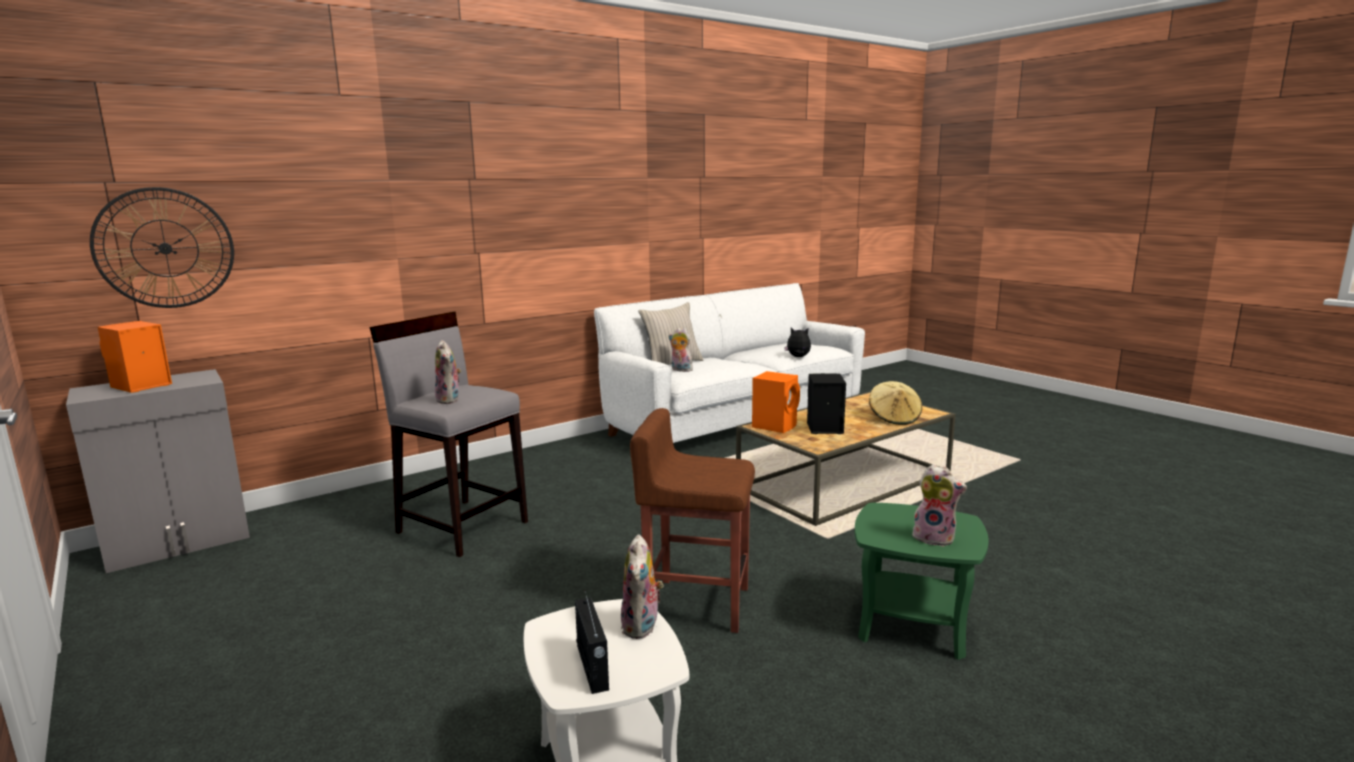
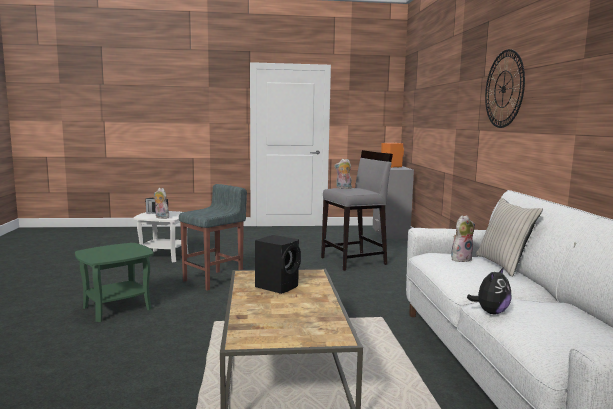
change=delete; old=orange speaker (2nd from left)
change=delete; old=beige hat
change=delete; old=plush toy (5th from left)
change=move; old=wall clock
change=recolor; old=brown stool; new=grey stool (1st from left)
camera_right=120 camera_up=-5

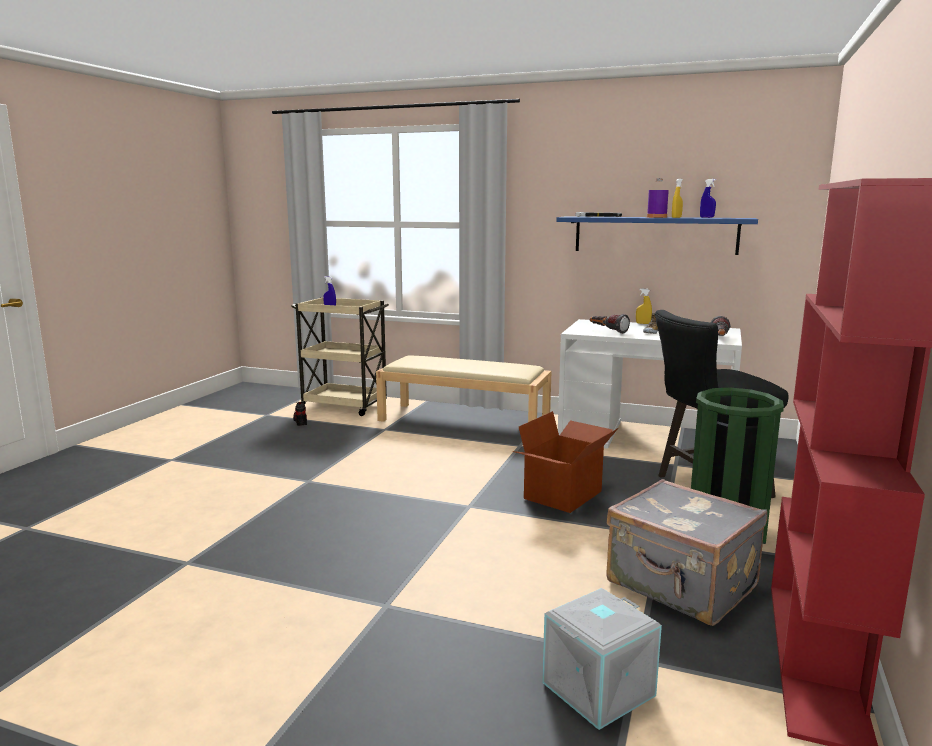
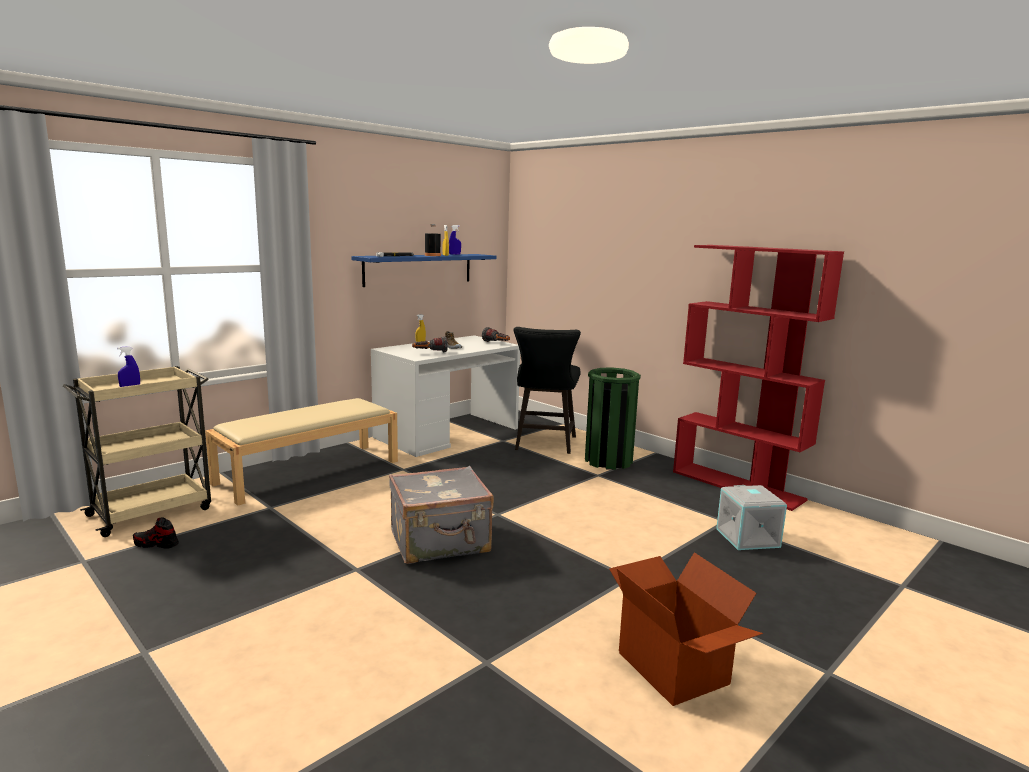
change=move; old=cardboard box
change=move; old=grey suitcase
change=recolor; old=purple bottle; new=black bottle
camera_right=-65 camera_up=0

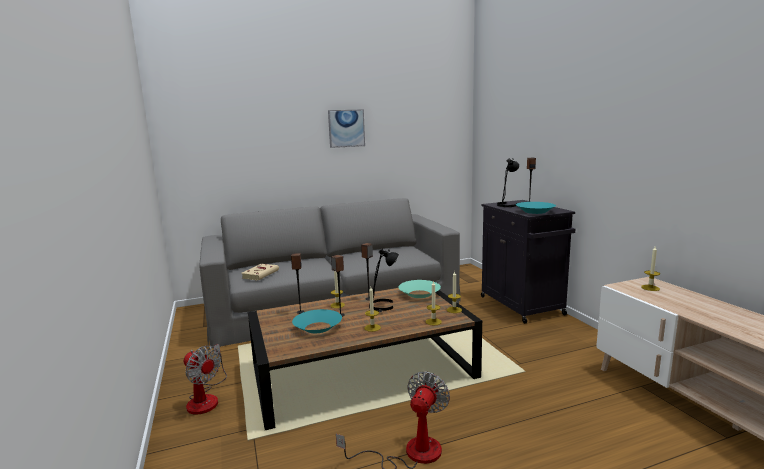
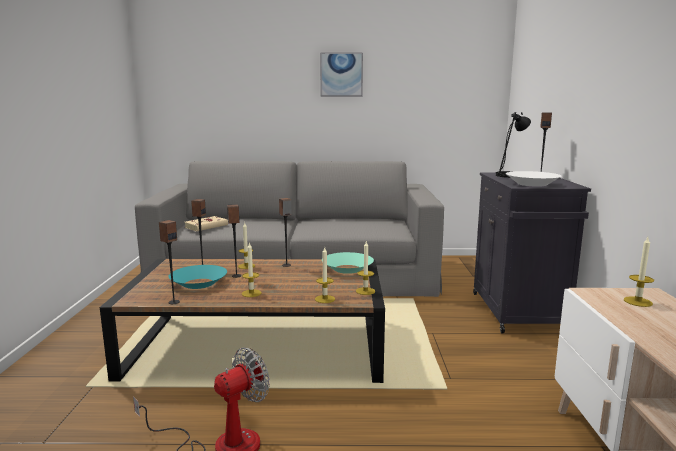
change=delete; old=fan (1st from left)
change=delete; old=black table lamp (1st from left)
change=insert; new=speaker (1st from left)
change=recolor; old=turquoise bowl (3rd from left); new=white bowl
camera_right=20 camera_up=0

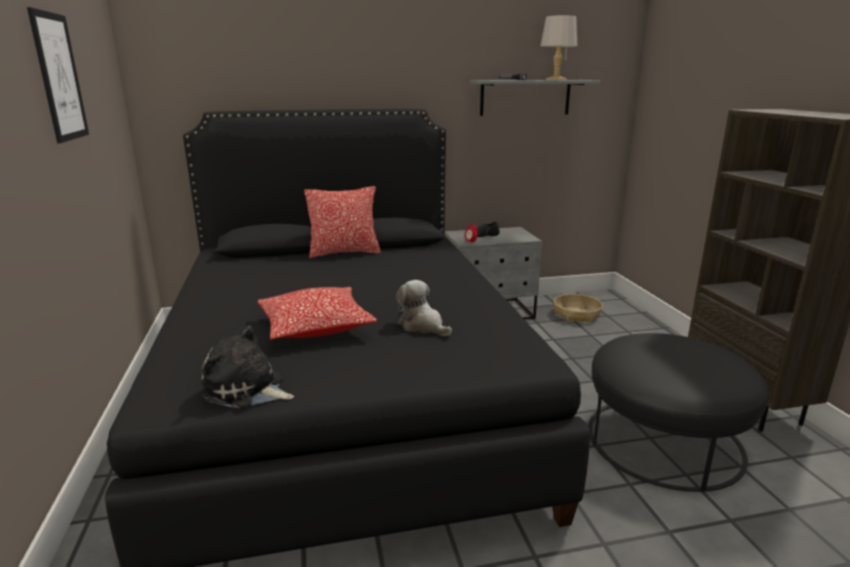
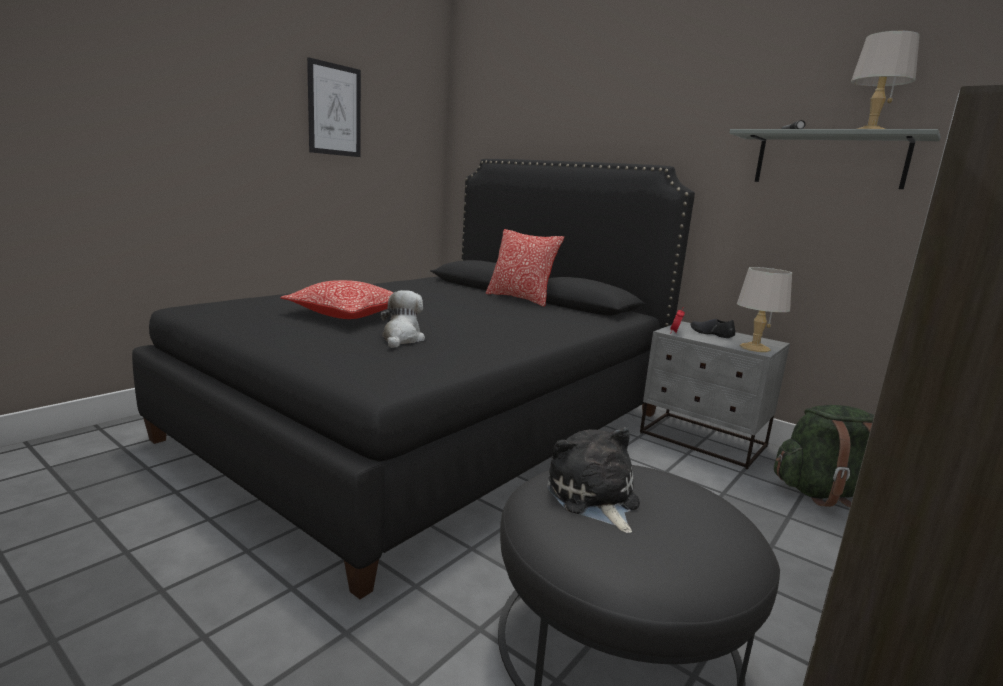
change=insert; new=grey table lamp (1st from left)
change=move; old=plush toy (1st from left in the first image); new=plush toy (2nd from left)
change=replace; old=basket; new=green backpack
camera_right=50 camera_up=-5

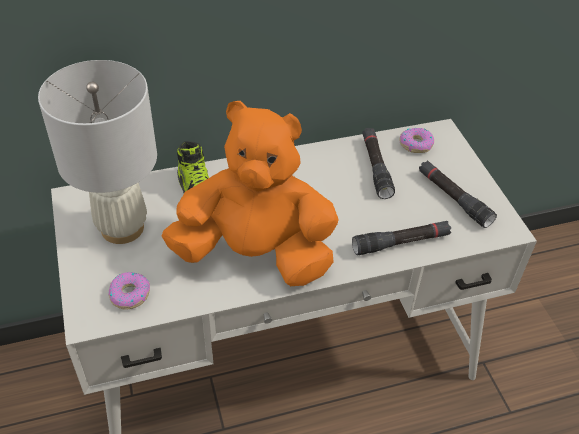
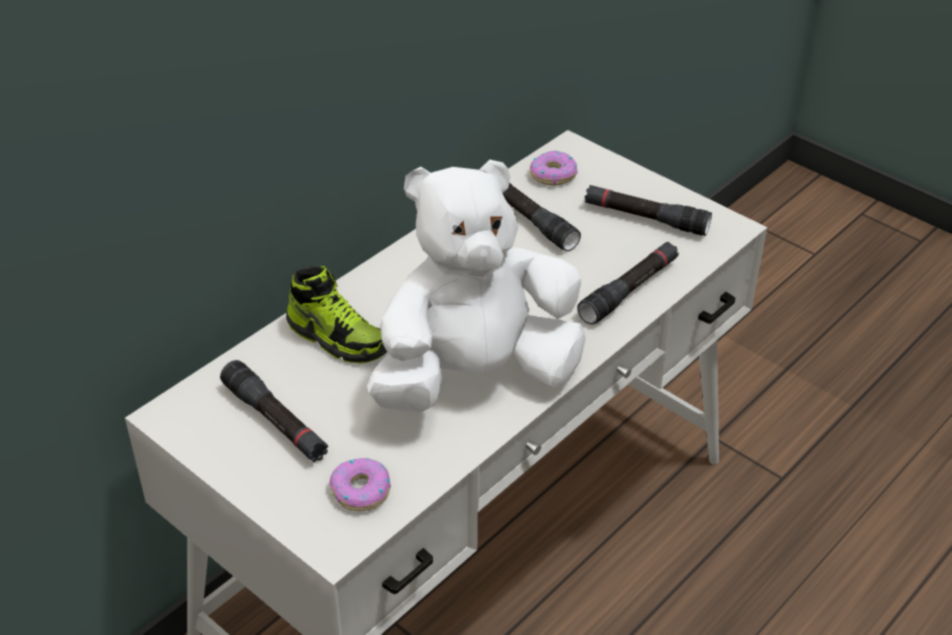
change=replace; old=white table lamp; new=black flashlight (1st from left)
change=recolor; old=orange plush toy; new=white plush toy
camera_right=-30 camera_up=-5

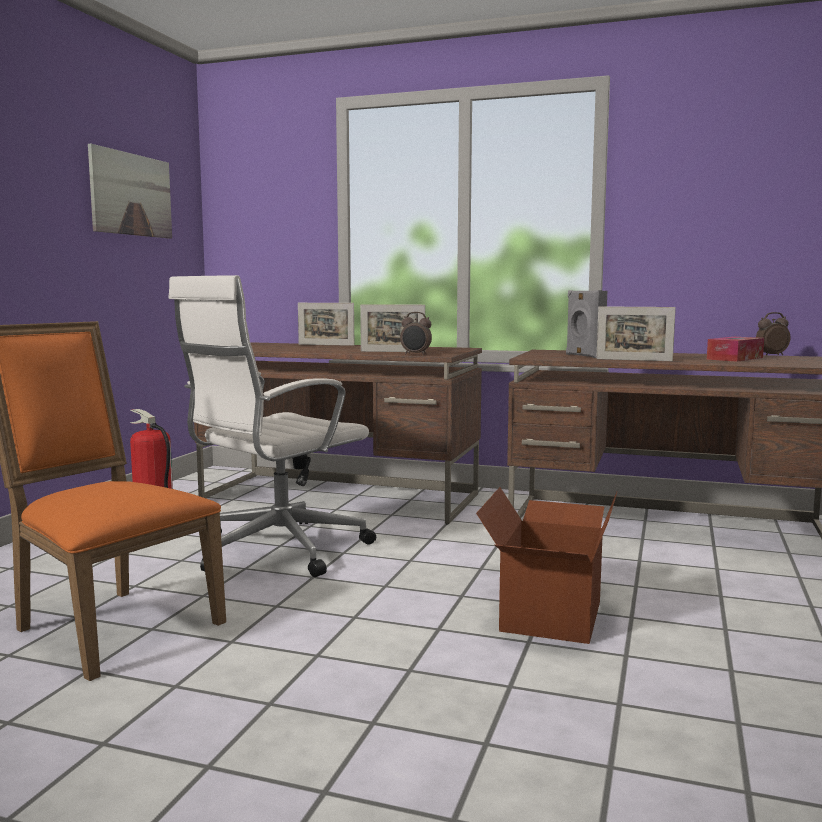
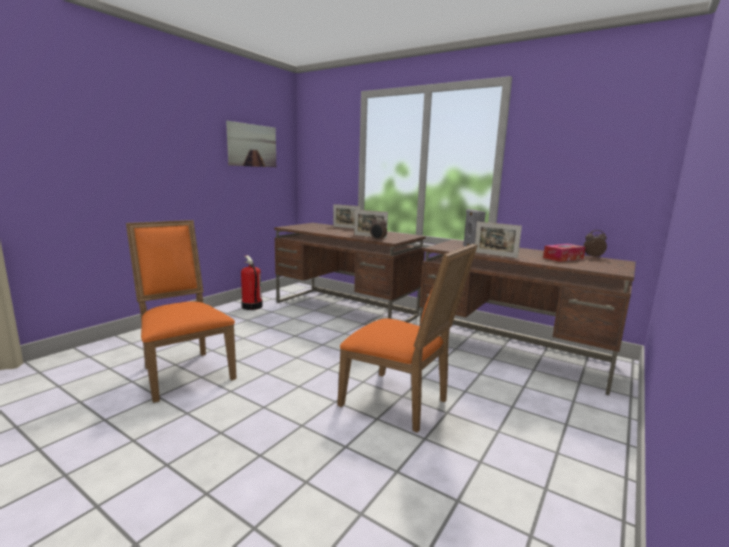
change=delete; old=white office chair
change=replace; old=cardboard box; new=orange chair (2nd from left)
camera_right=15 camera_up=5

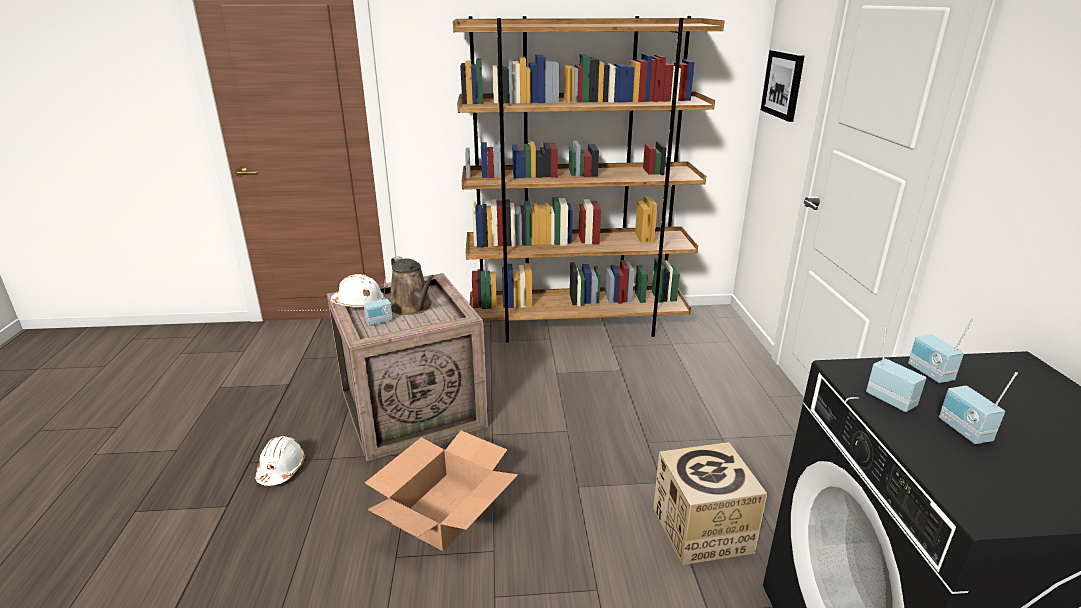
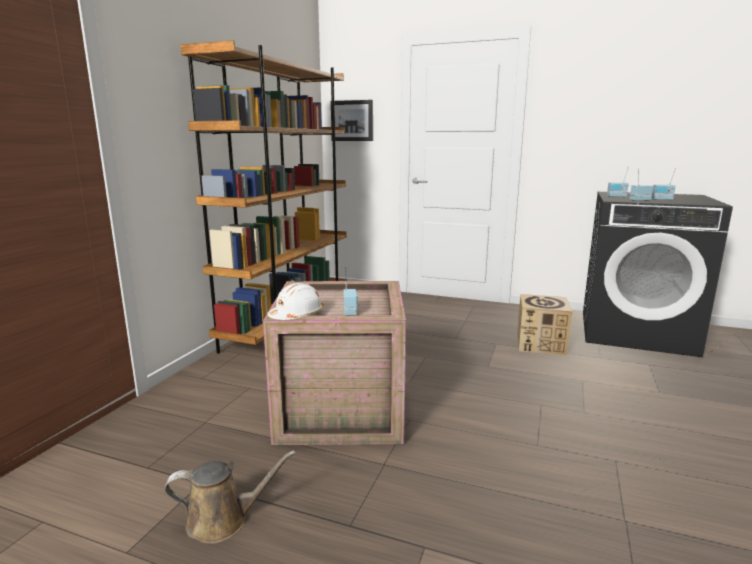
change=delete; old=white hard hat (1st from left)
change=delete; old=cardboard box (1st from left)
change=move; old=brown watering can
camera_right=-65 camera_up=-10

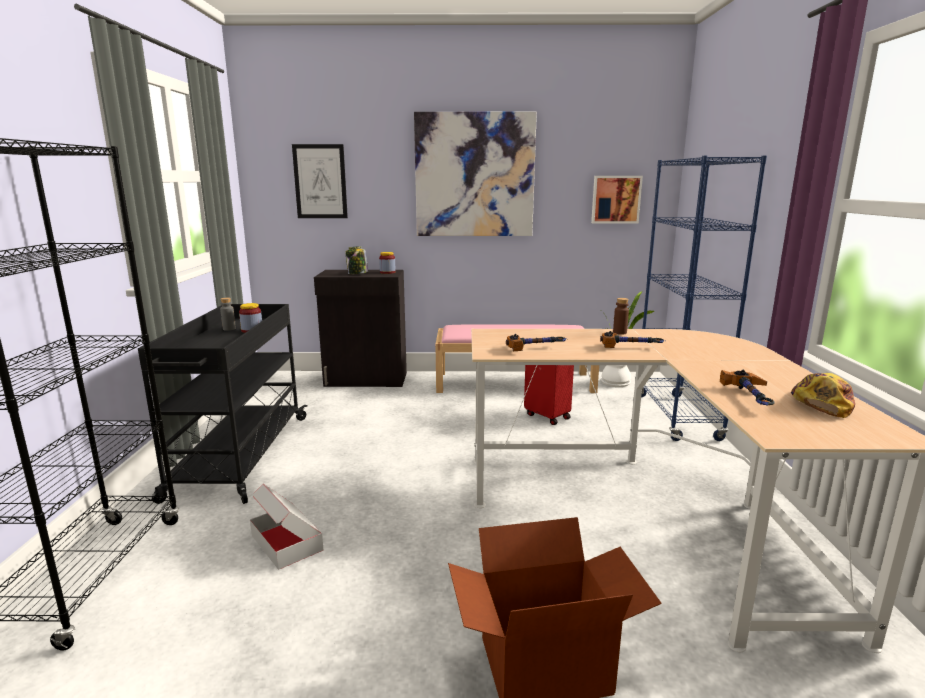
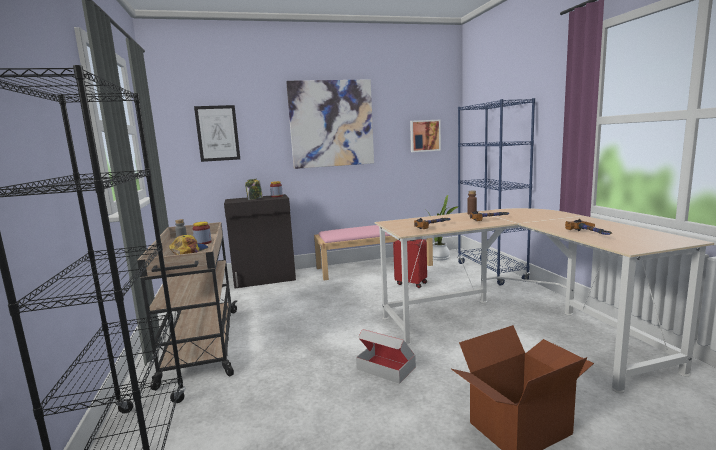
change=move; old=cardboard box (1st from left)
change=move; old=cap
change=recolor; old=black cart; new=beige cart
camera_right=-15 camera_up=-5

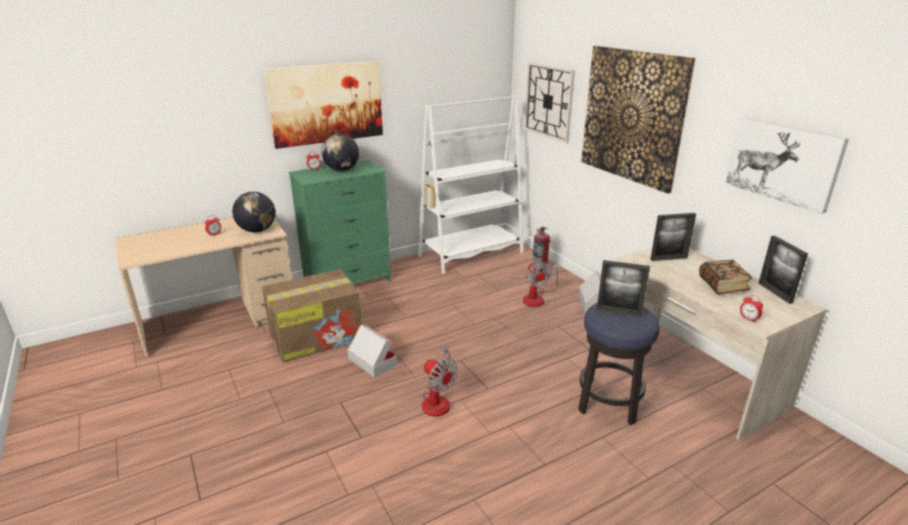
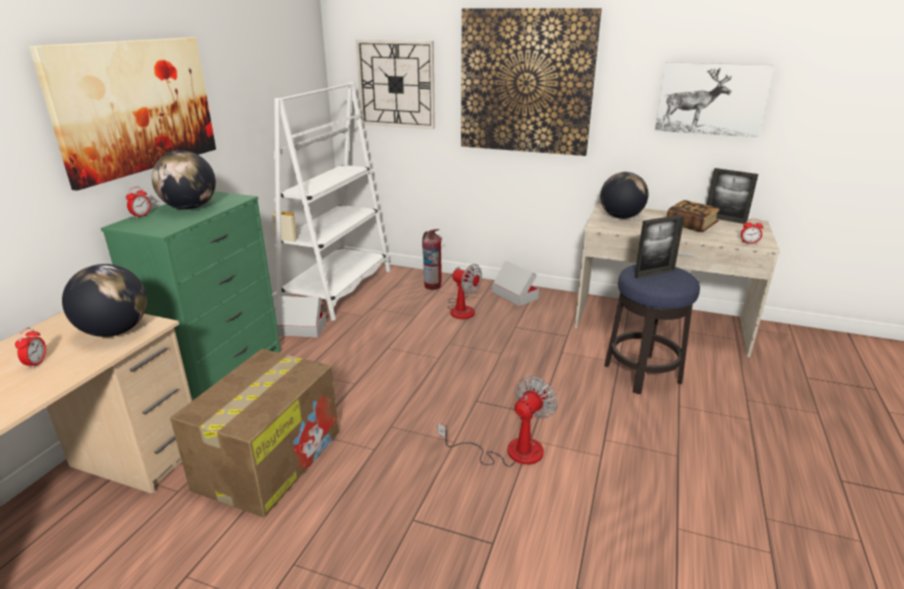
change=move; old=cardboard box (2nd from left)
change=replace; old=picture frame (2nd from left); new=globe (3rd from left)
change=rotate; old=fan (1st from left in the first image); degrees=-60
camera_right=-40 camera_up=0

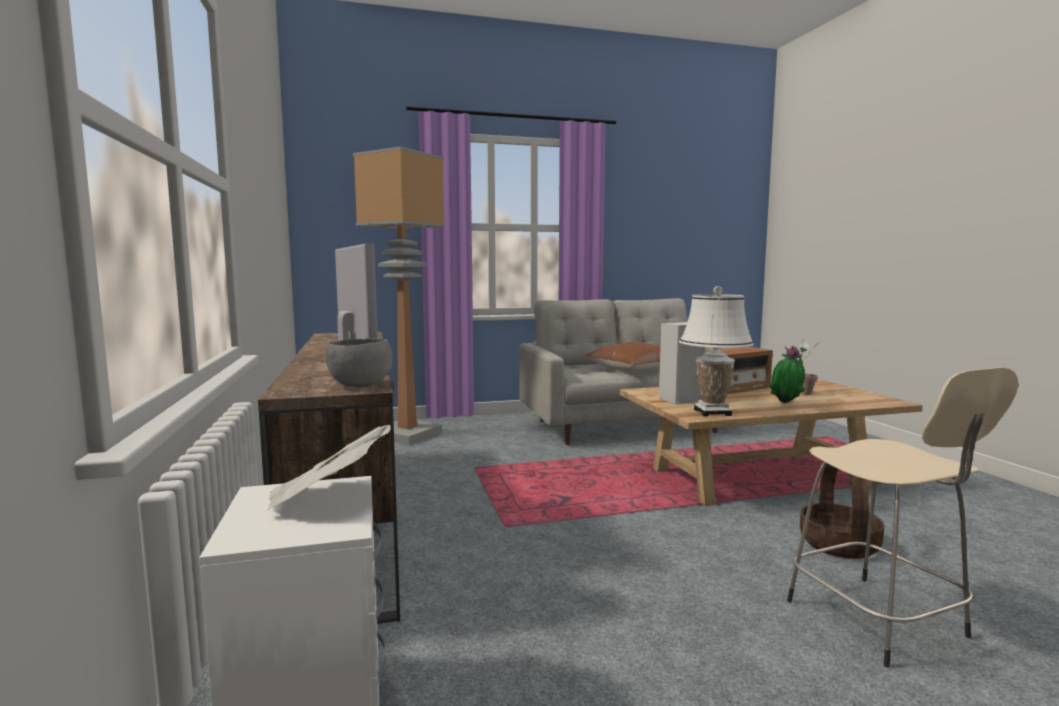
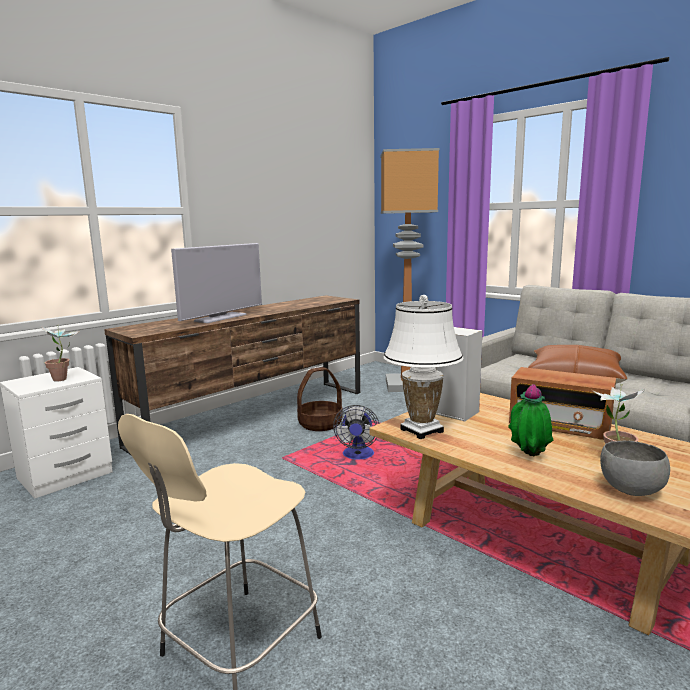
change=insert; new=fan
change=move; old=grey bowl
change=move; old=basket
change=replace; old=newspaper; new=potted plant (1st from left)
camera_right=60 camera_up=5

